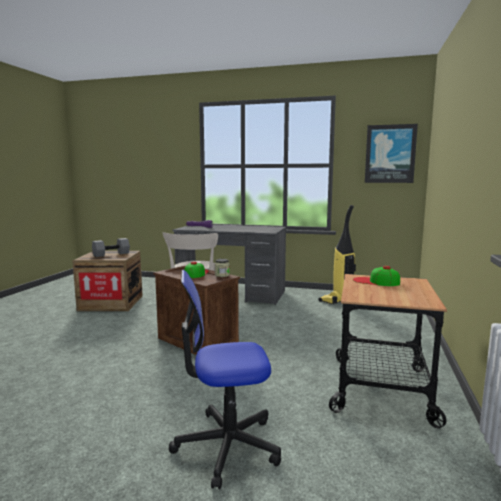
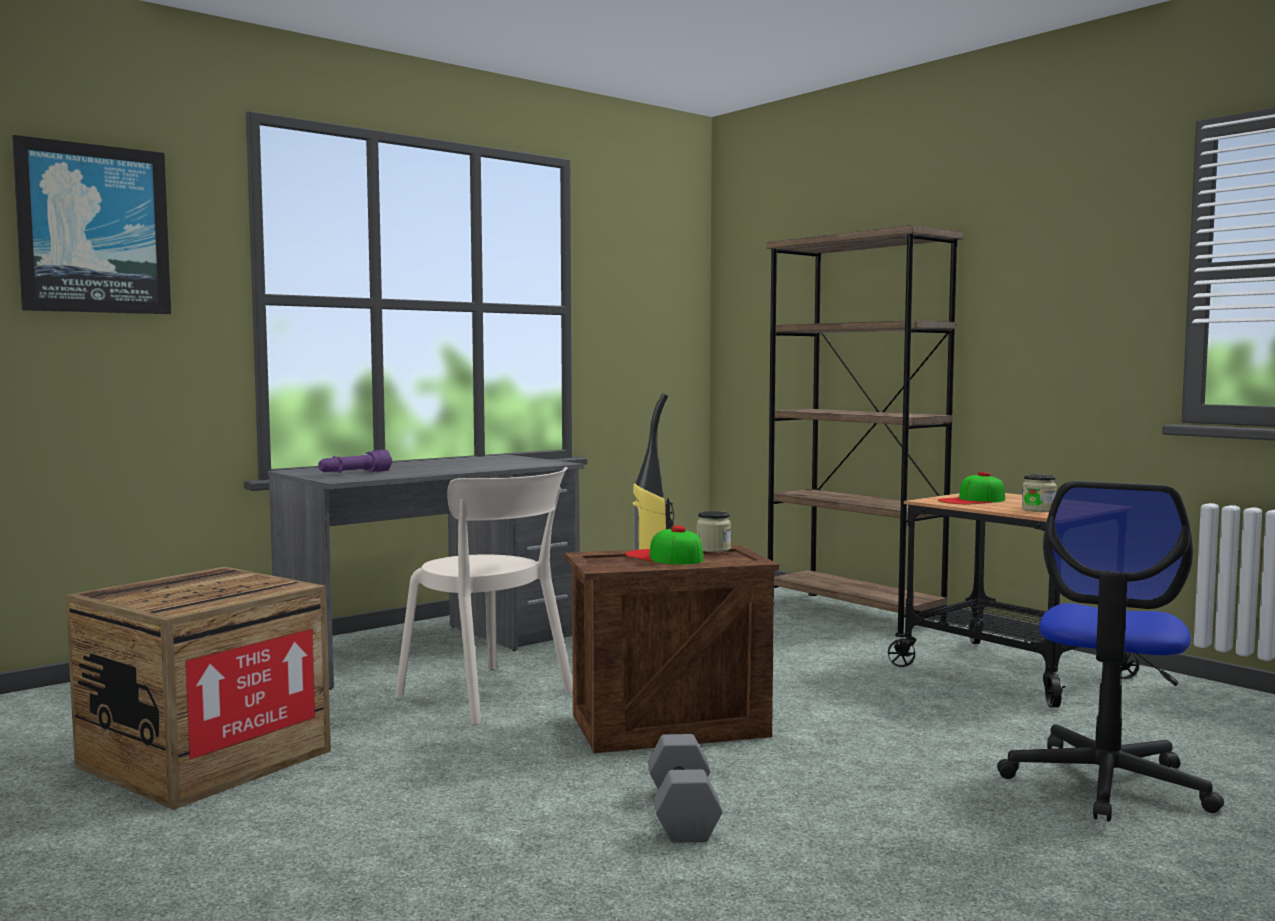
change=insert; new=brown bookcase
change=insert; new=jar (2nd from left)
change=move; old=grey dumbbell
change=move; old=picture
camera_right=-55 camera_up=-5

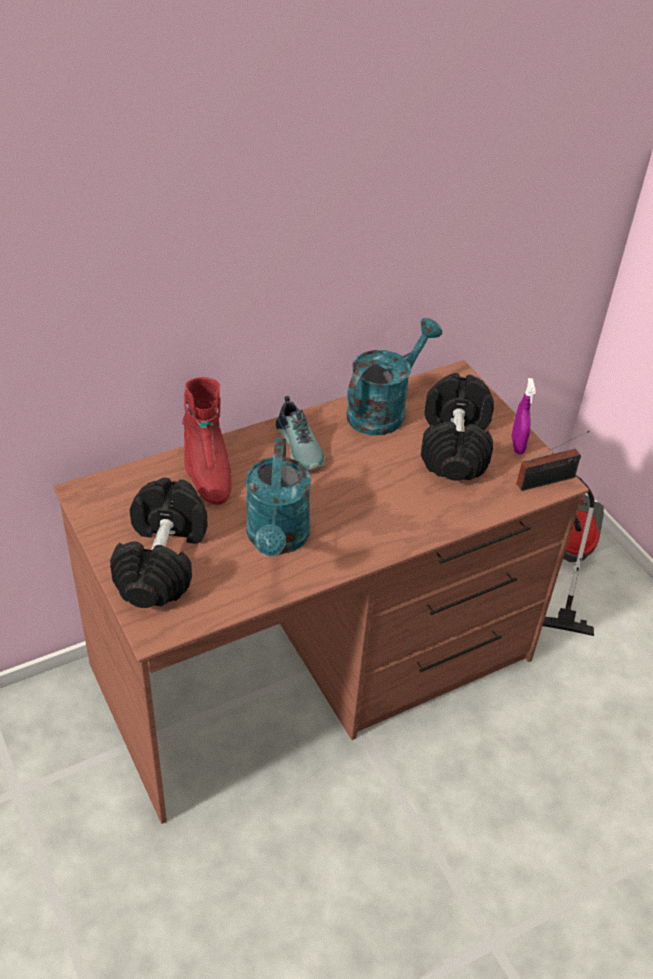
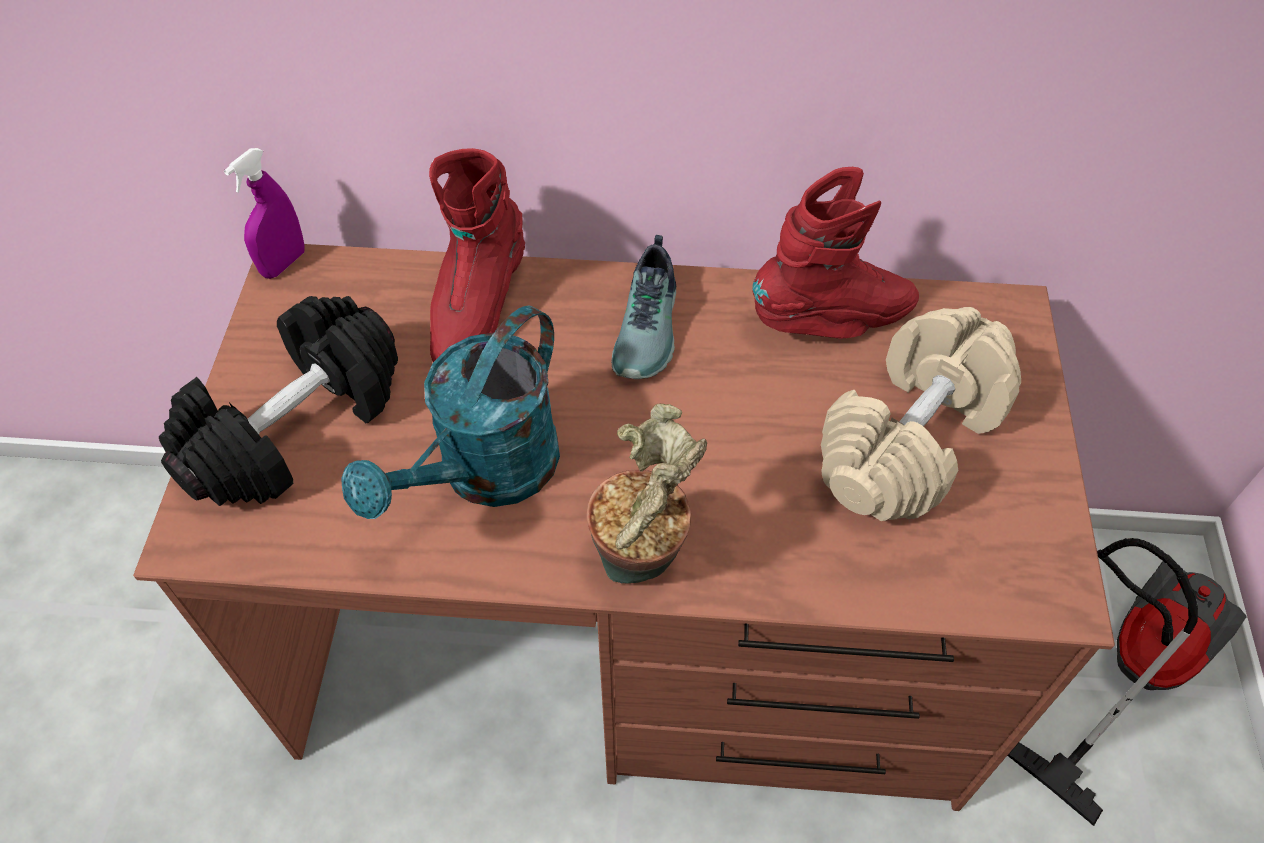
change=delete; old=radio
change=insert; new=potted plant
change=move; old=purple spray bottle
change=replace; old=turquoise watering can (2nd from left); new=red boot (2nd from left)
change=recolor; old=black dumbbell (2nd from left); new=beige dumbbell
camera_right=35 camera_up=10

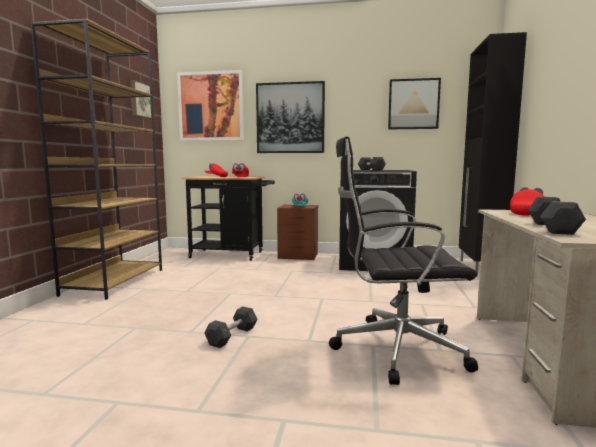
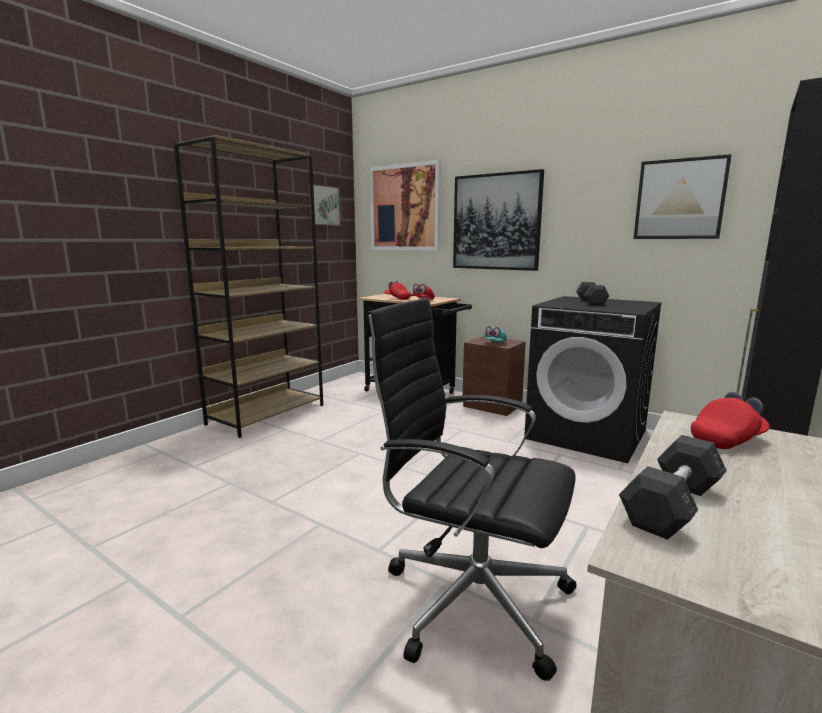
change=delete; old=grey dumbbell (1st from left)
camera_right=25 camera_up=5

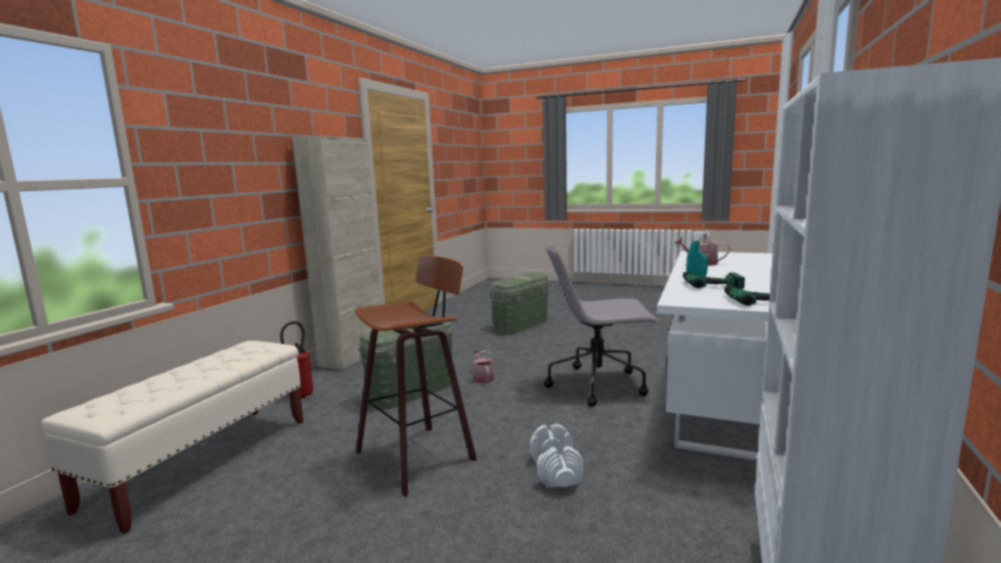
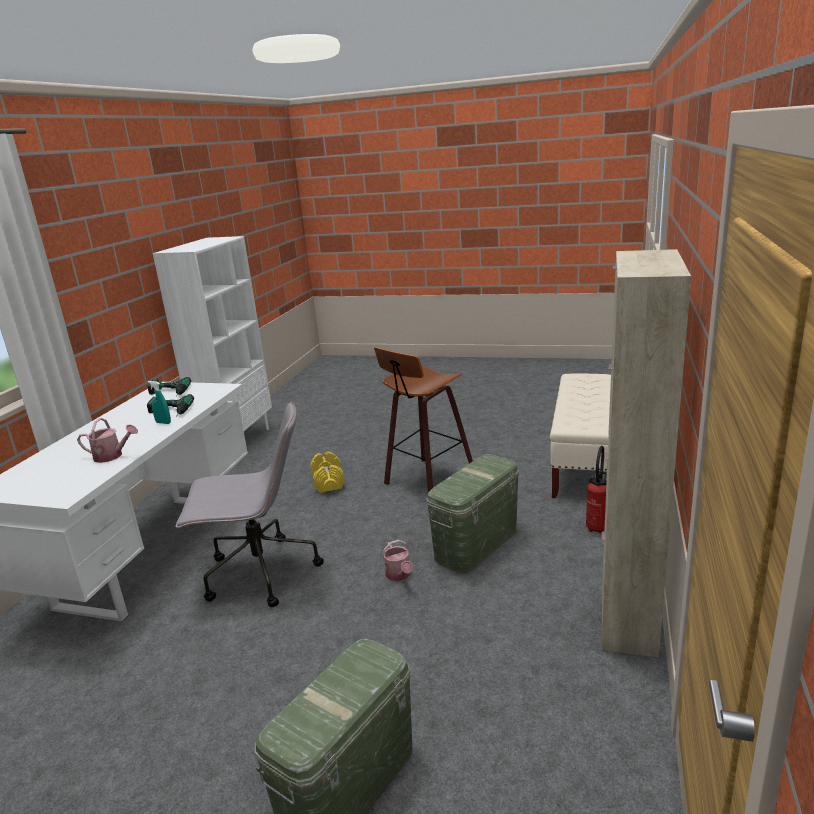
change=recolor; old=white dumbbell; new=yellow dumbbell
camera_right=175 camera_up=10

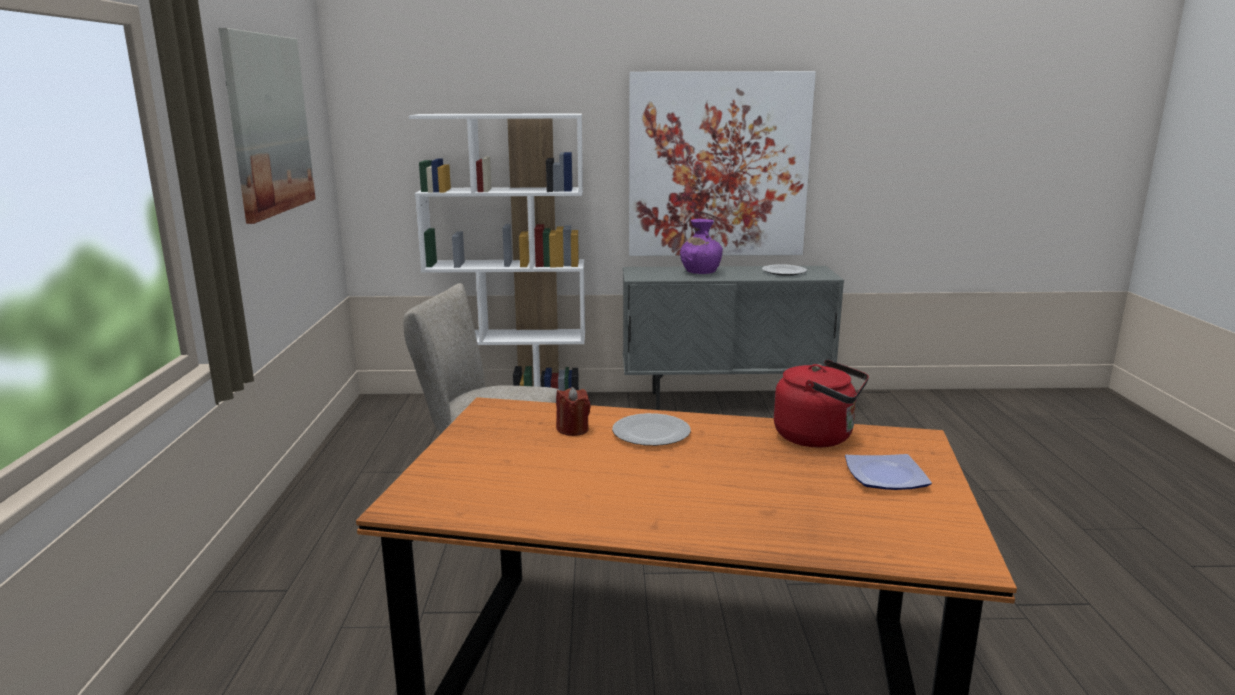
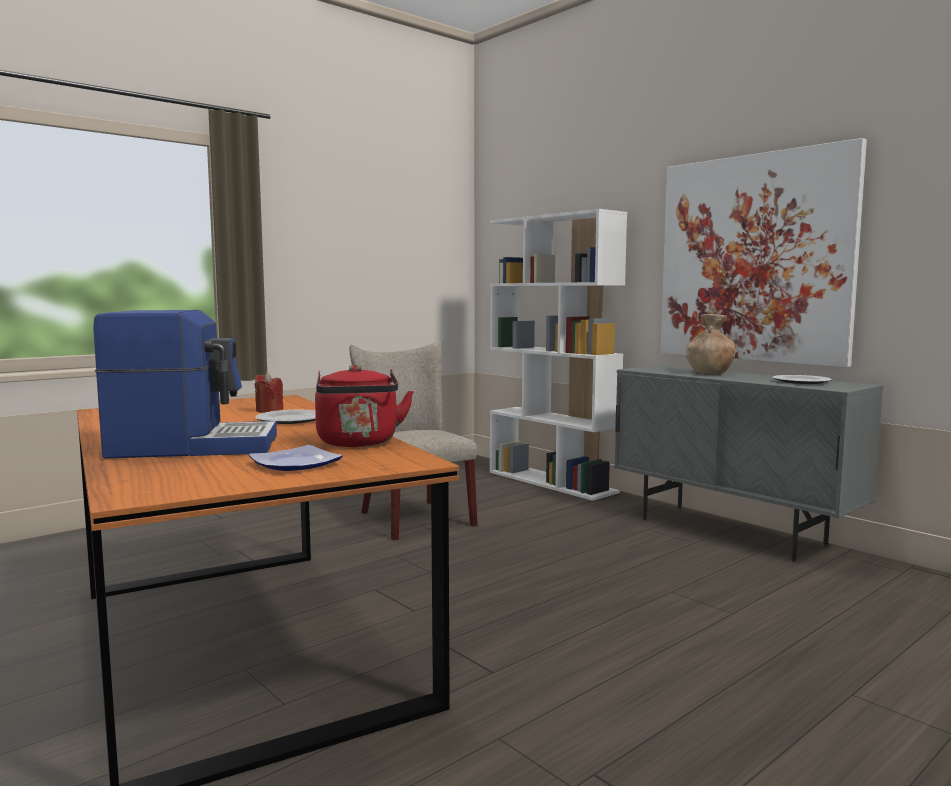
change=delete; old=picture (1st from left)
change=insert; new=coffee machine
change=recolor; old=purple vase; new=brown vase
camera_right=50 camera_up=-10

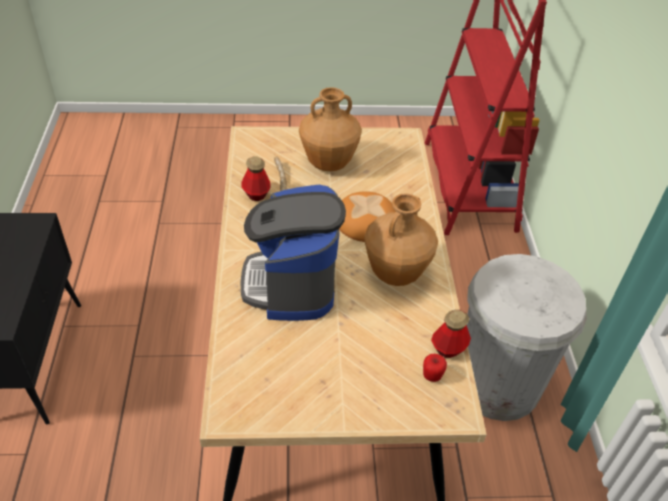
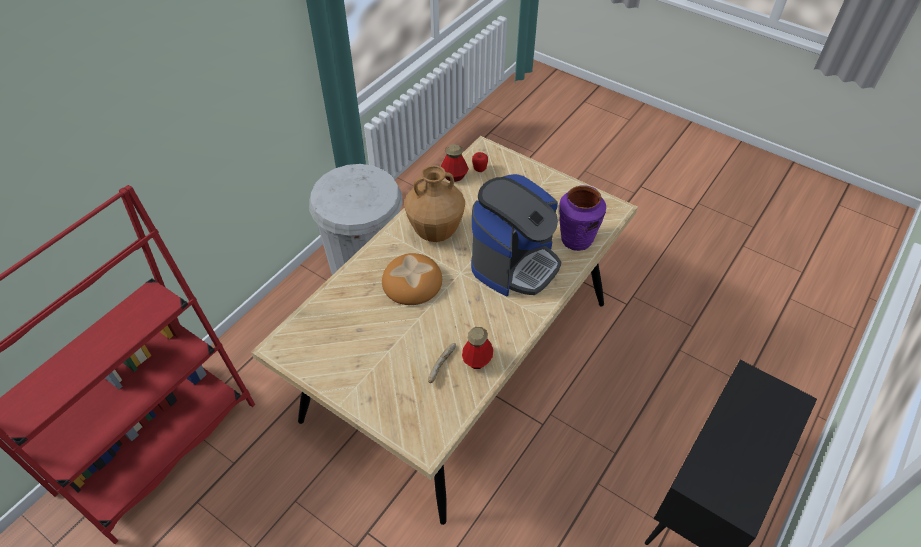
change=delete; old=brown vase (1st from left)
change=insert; new=purple vase
camera_right=-140 camera_up=5

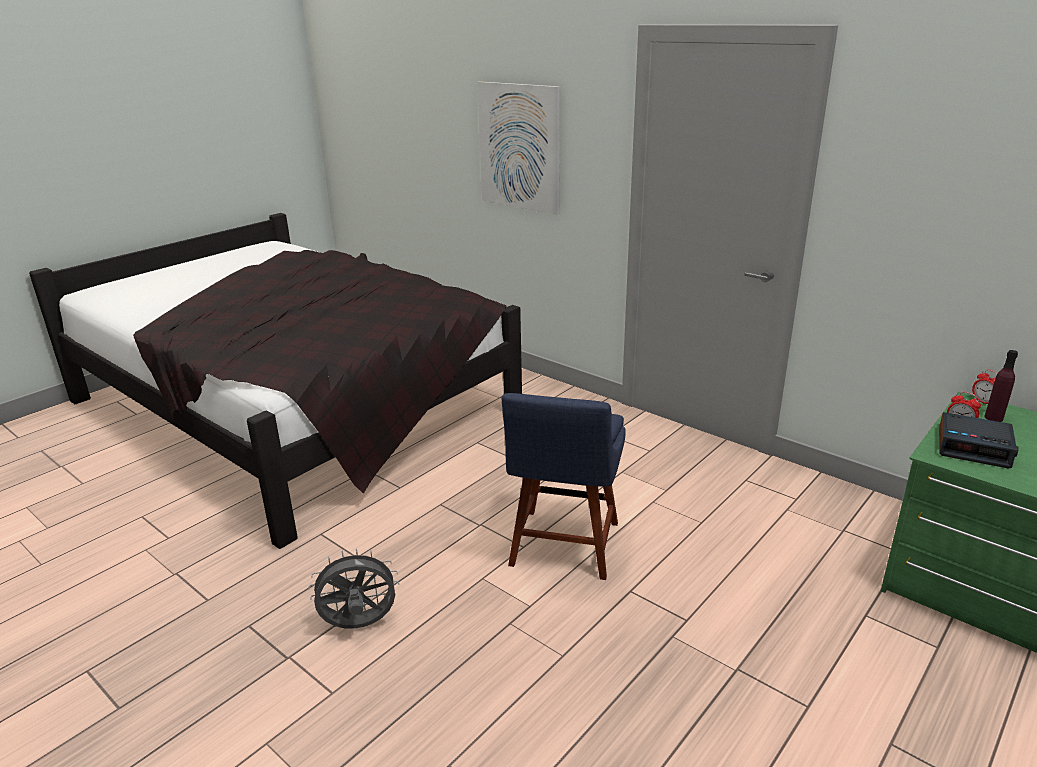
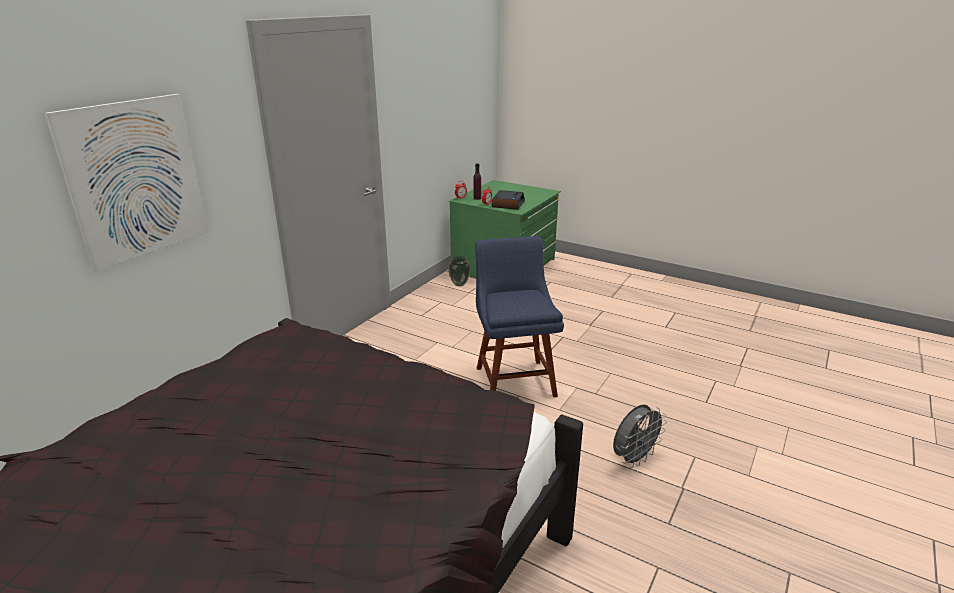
change=insert; new=vase
change=rotate; old=grey fan; degrees=-105
change=rotate; old=blue chair; degrees=-105
camera_right=-100 camera_up=0

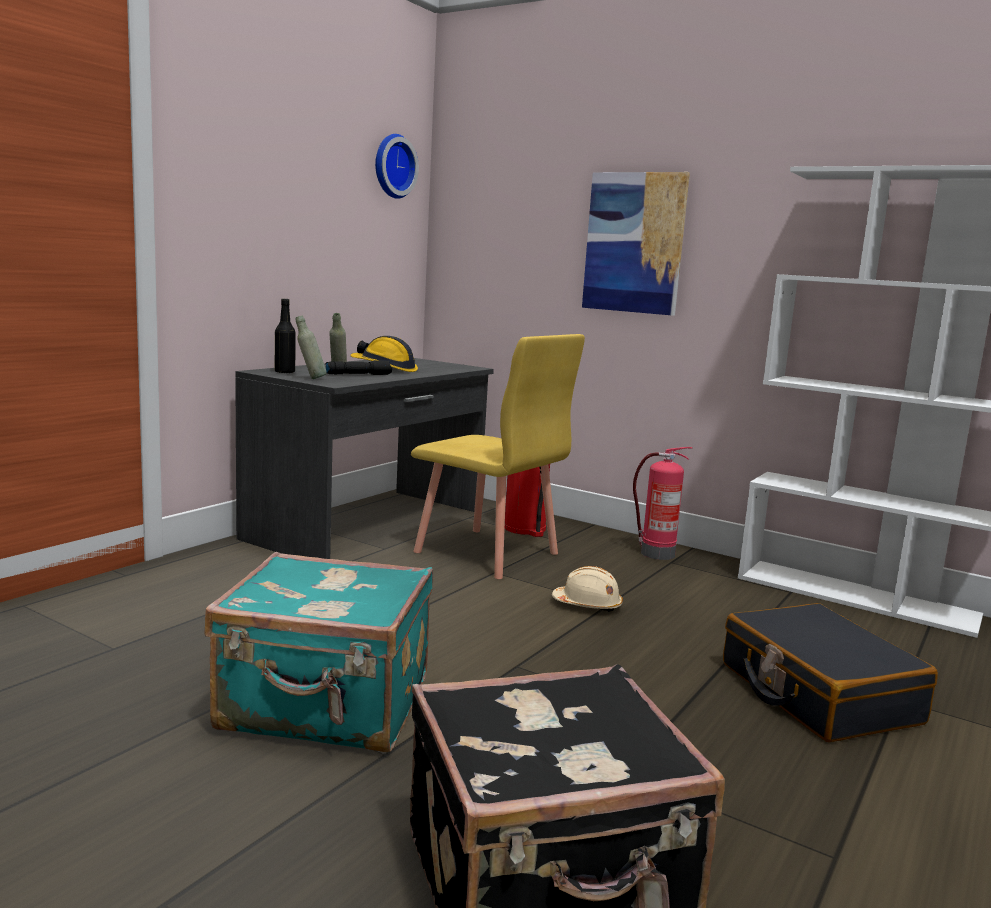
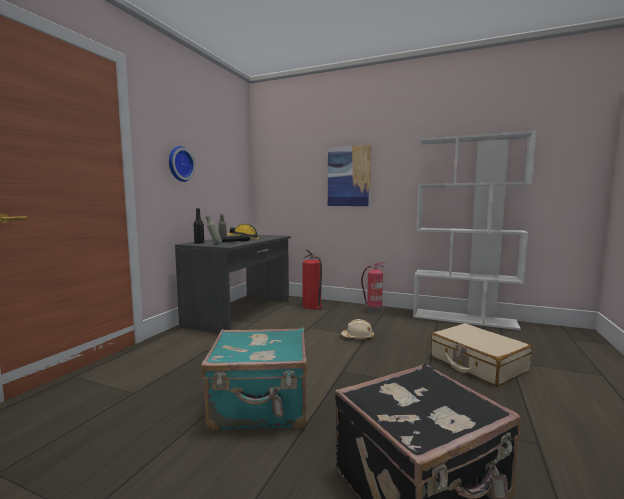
change=delete; old=yellow chair
change=move; old=wall clock
change=recolor; old=black suitcase (2nd from left); new=beige suitcase
camera_right=-10 camera_up=-5

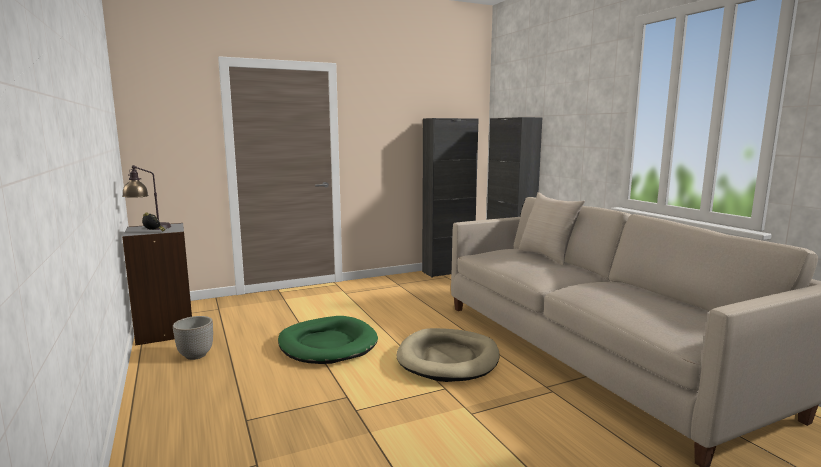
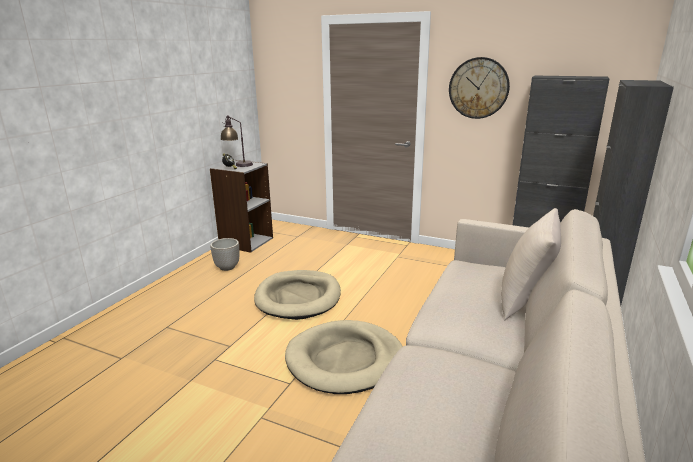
change=insert; new=wall clock
change=recolor; old=green dog bed; new=beige dog bed (1st from left)
camera_right=50 camera_up=10

